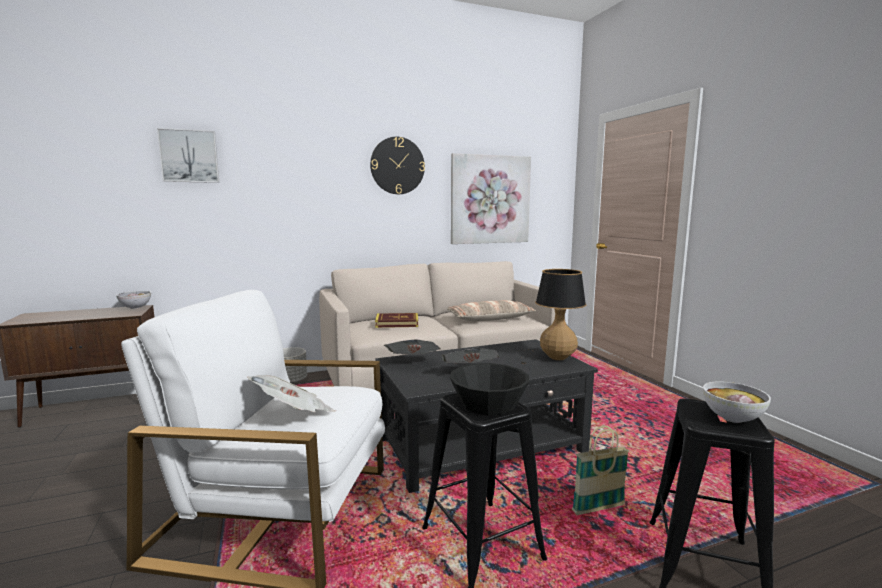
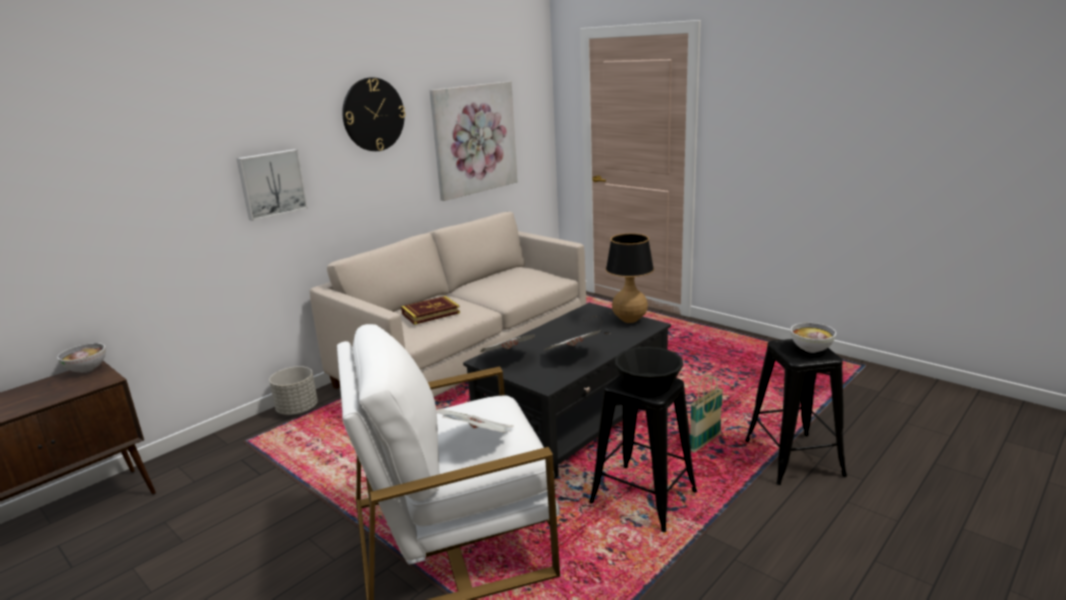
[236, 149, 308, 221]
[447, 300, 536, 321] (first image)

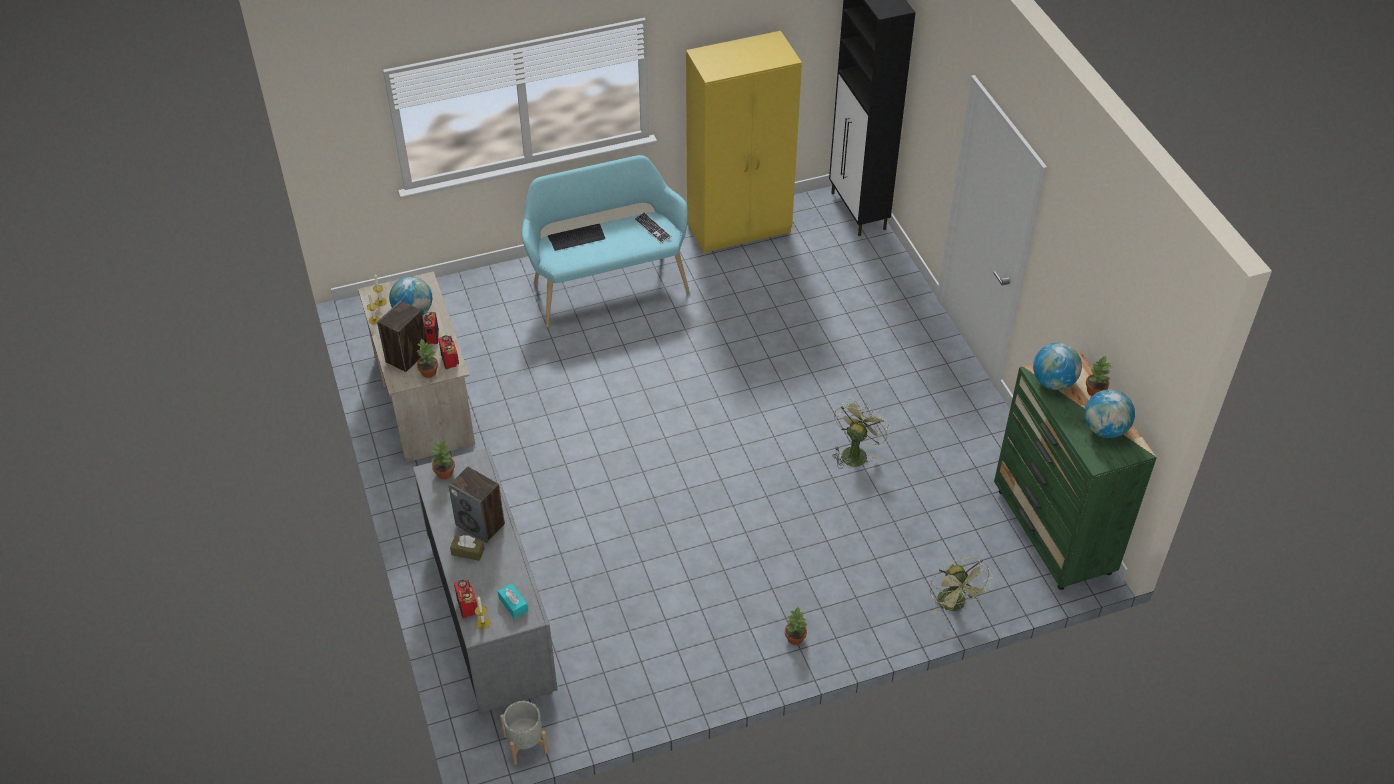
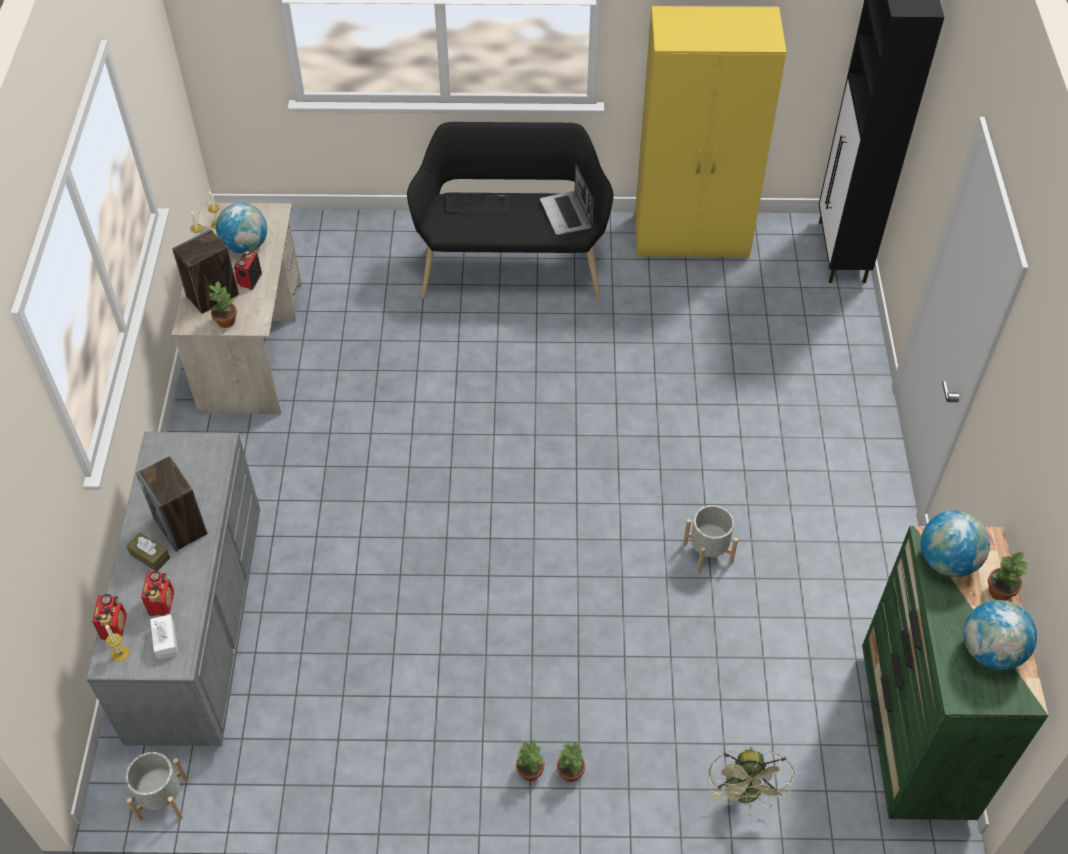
[407, 122, 614, 300]
[540, 165, 594, 235]
[141, 571, 174, 616]
[683, 505, 738, 573]
[557, 742, 585, 782]
[150, 614, 178, 660]

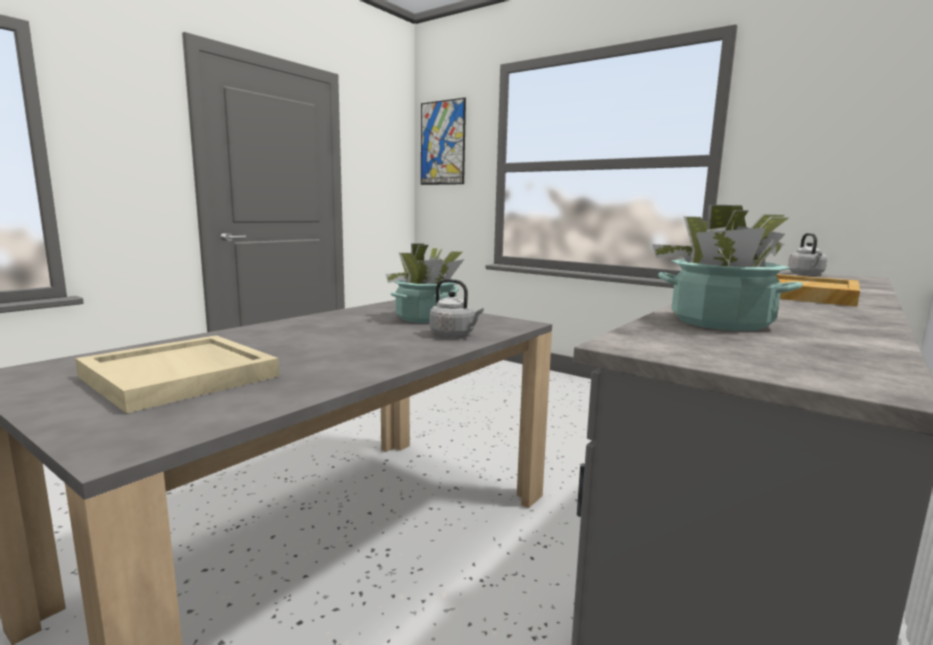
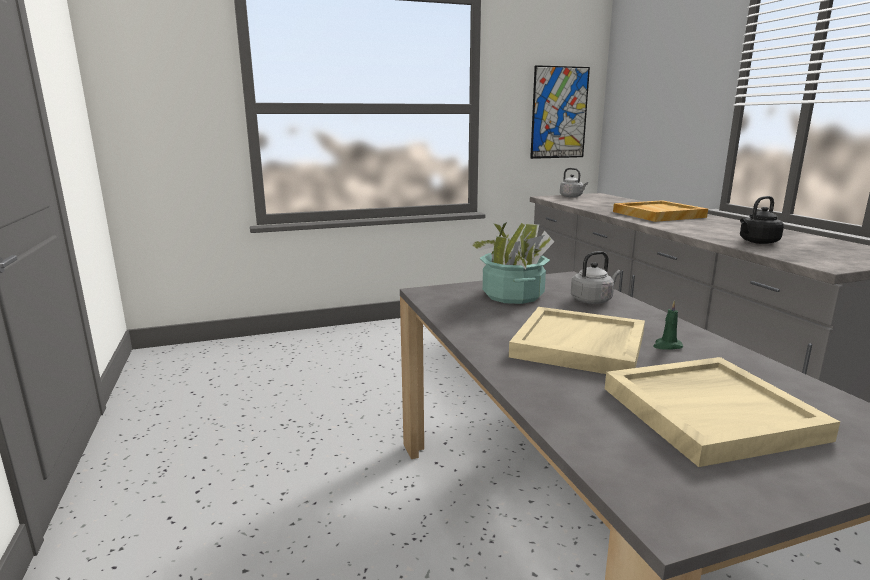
[530, 65, 590, 159]
[740, 196, 784, 244]
[653, 301, 683, 350]
[509, 307, 645, 374]

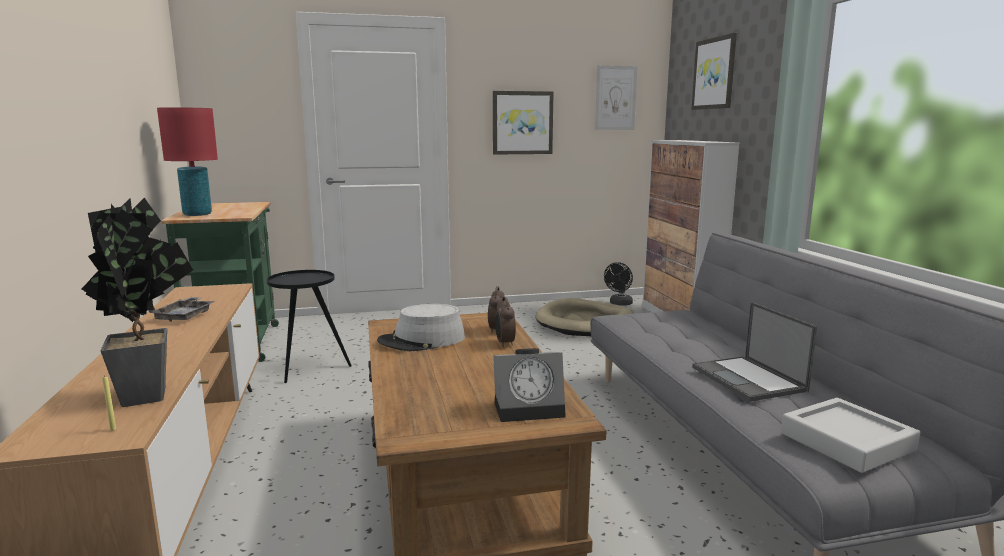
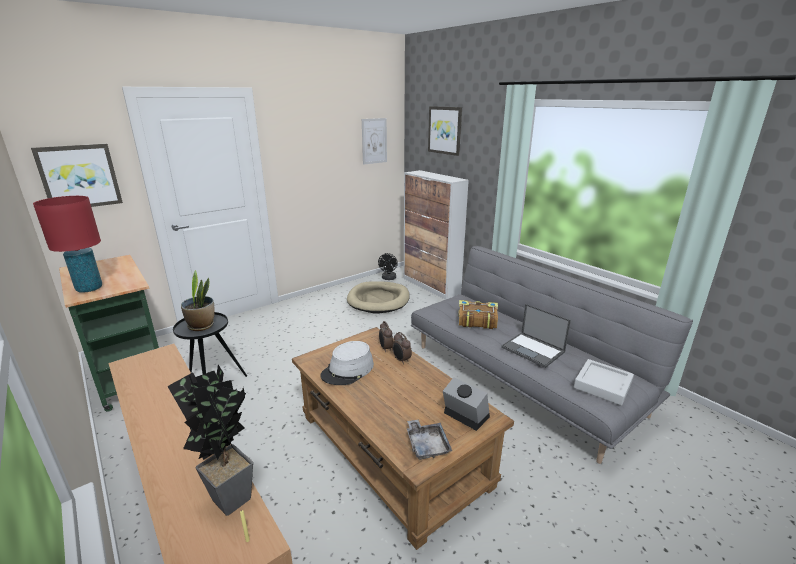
[31, 144, 123, 207]
[407, 419, 452, 460]
[443, 377, 490, 431]
[181, 270, 215, 331]
[458, 300, 498, 329]

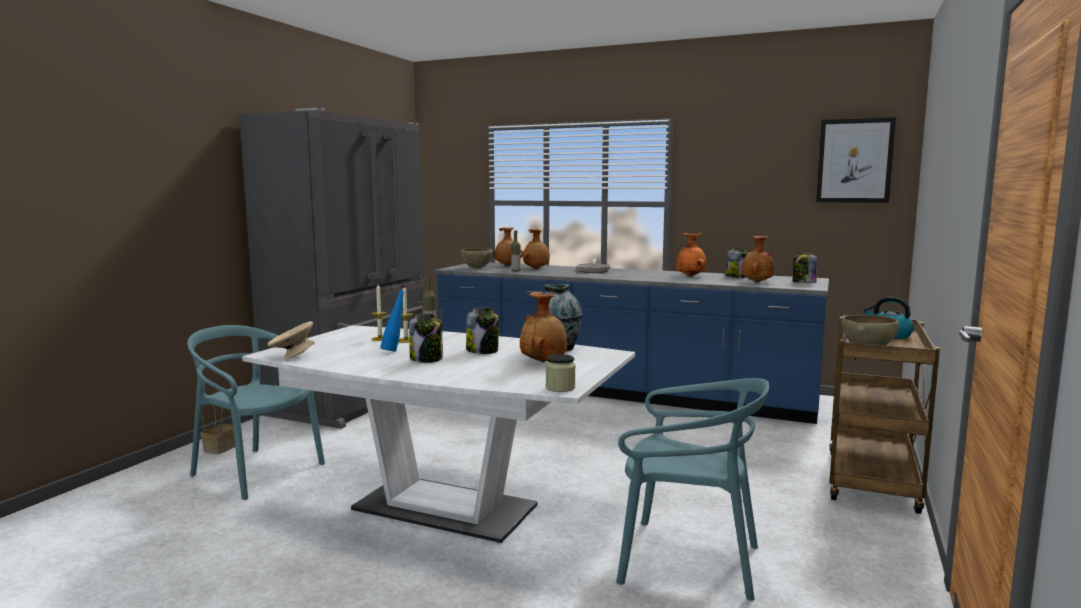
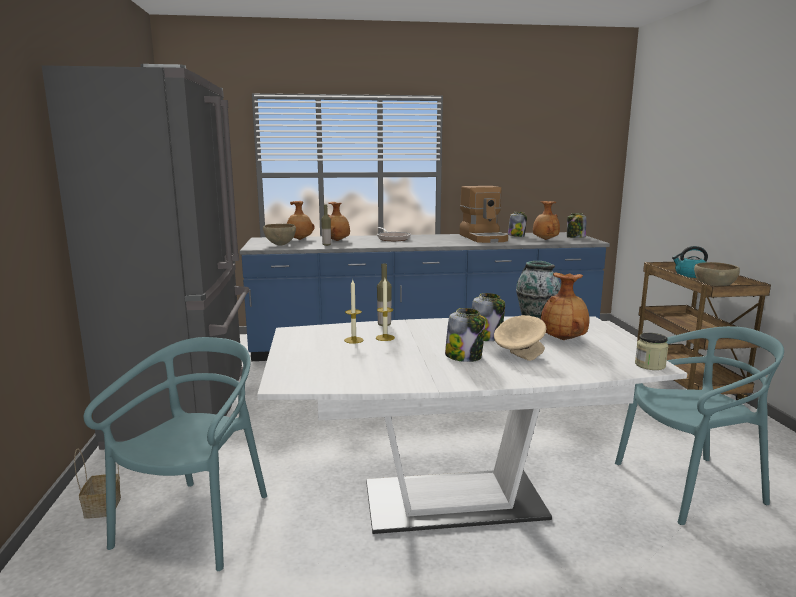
[816, 117, 896, 203] (first image)
[460, 186, 508, 243]
[380, 285, 405, 352] (first image)
[494, 315, 546, 361]
[84, 337, 267, 571]

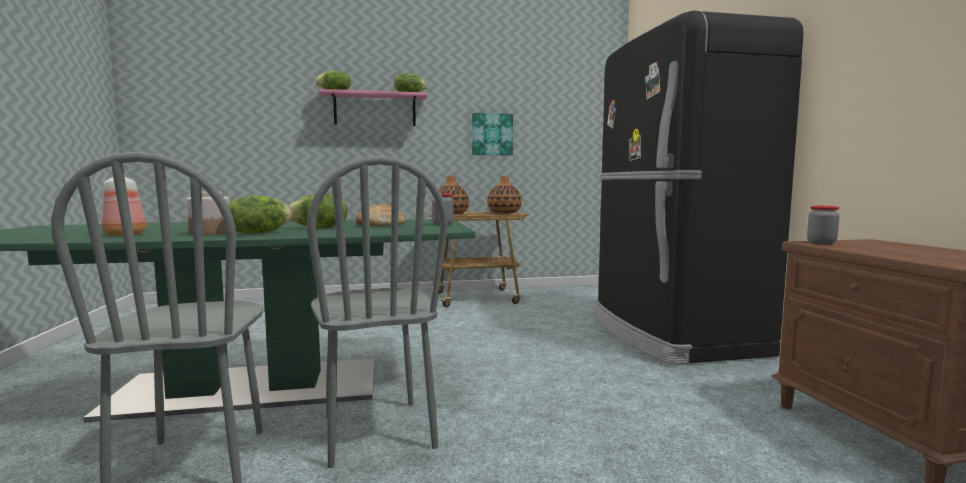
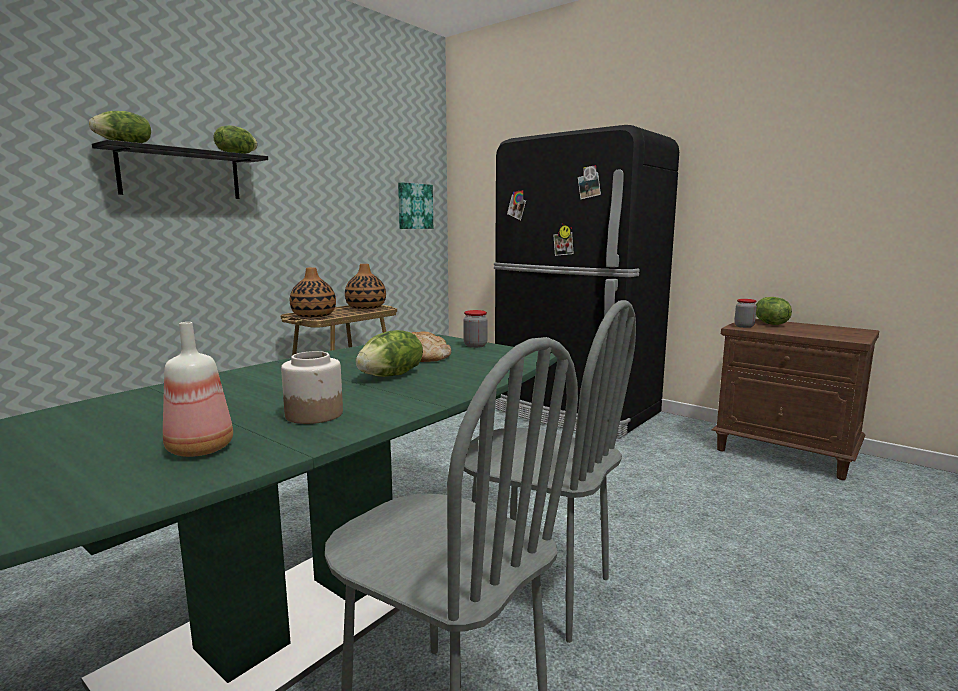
[92, 140, 268, 199]
[398, 182, 433, 229]
[756, 297, 792, 325]

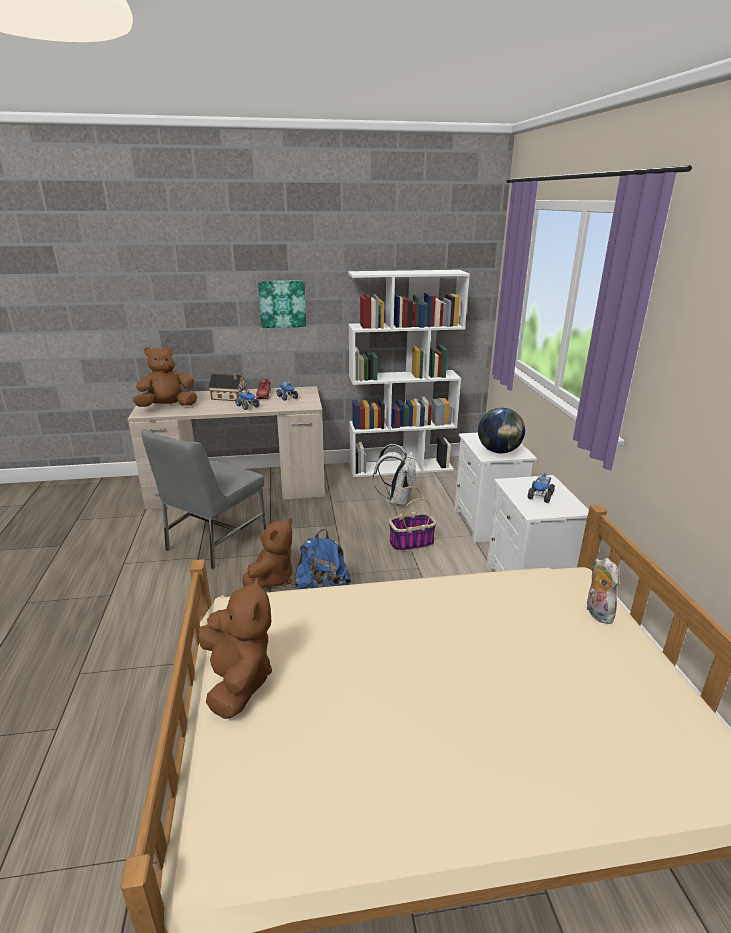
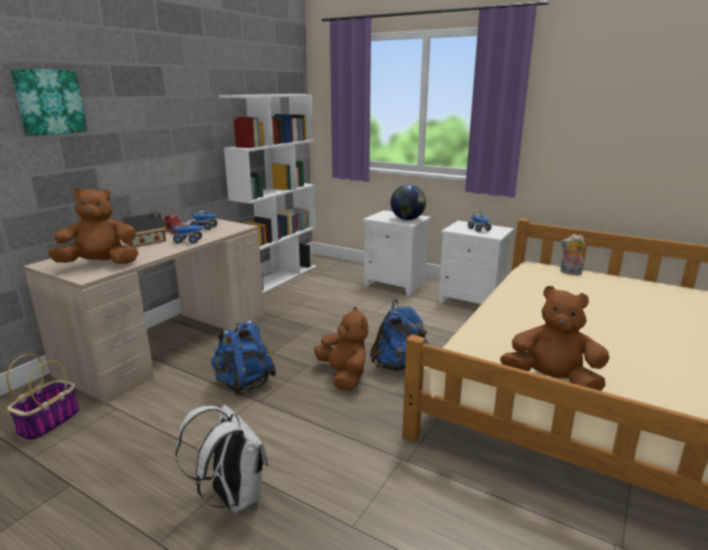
[10, 69, 87, 136]
[49, 188, 139, 264]
[211, 320, 276, 396]
[175, 405, 268, 513]
[6, 354, 80, 442]

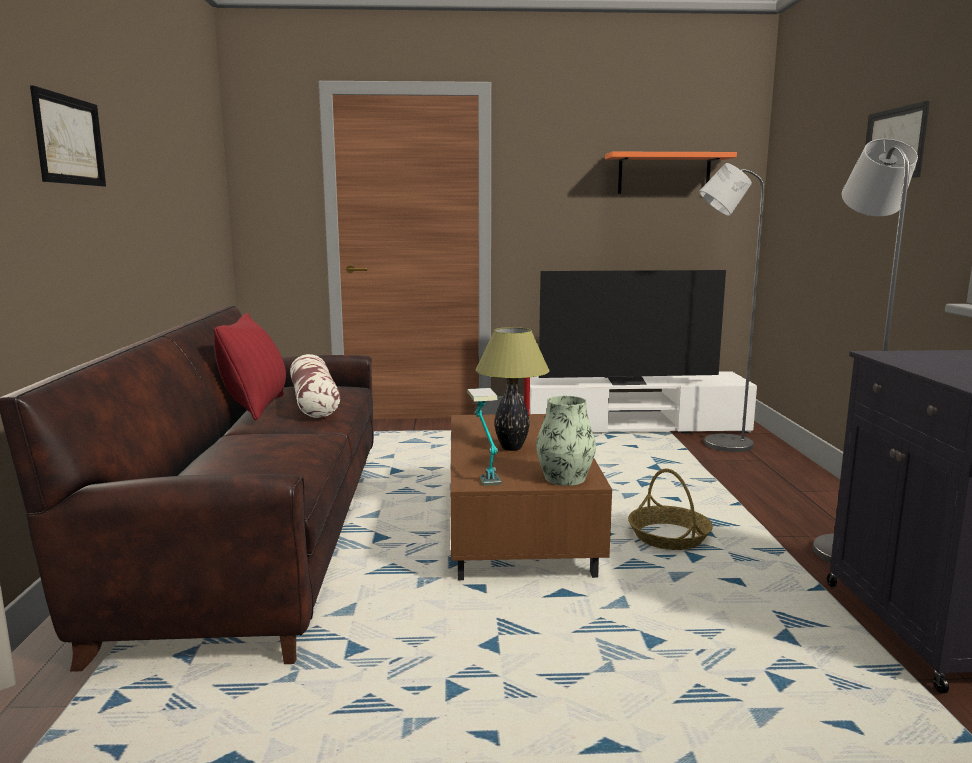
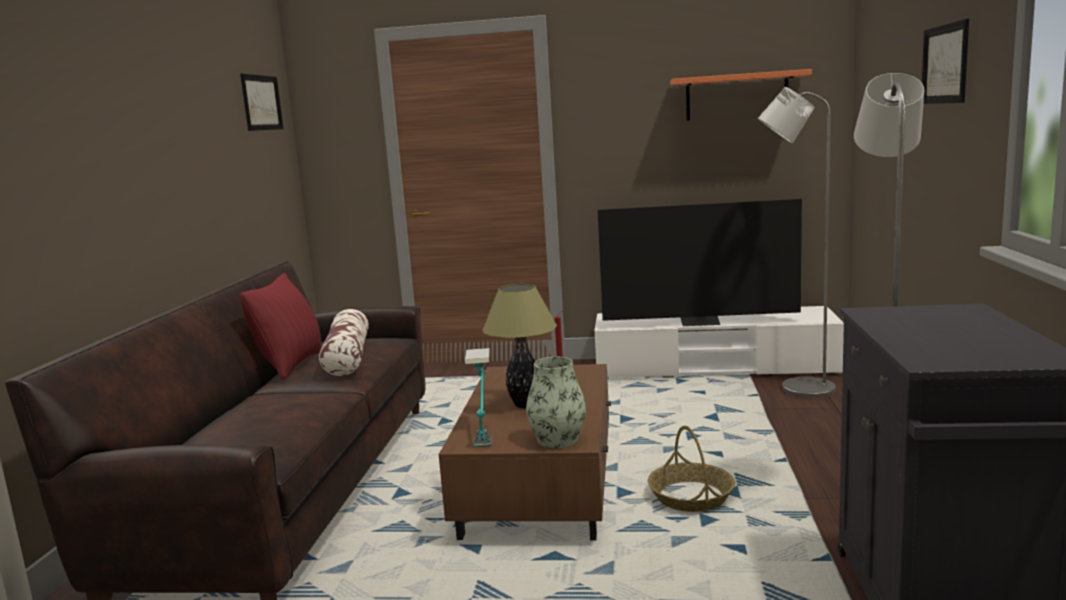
[240, 74, 284, 131]

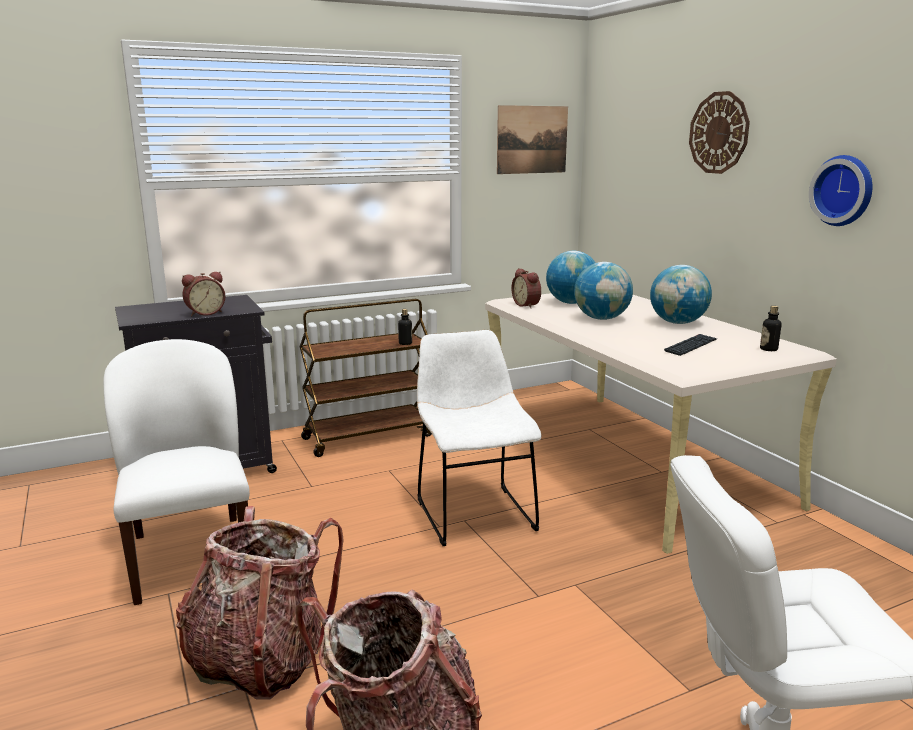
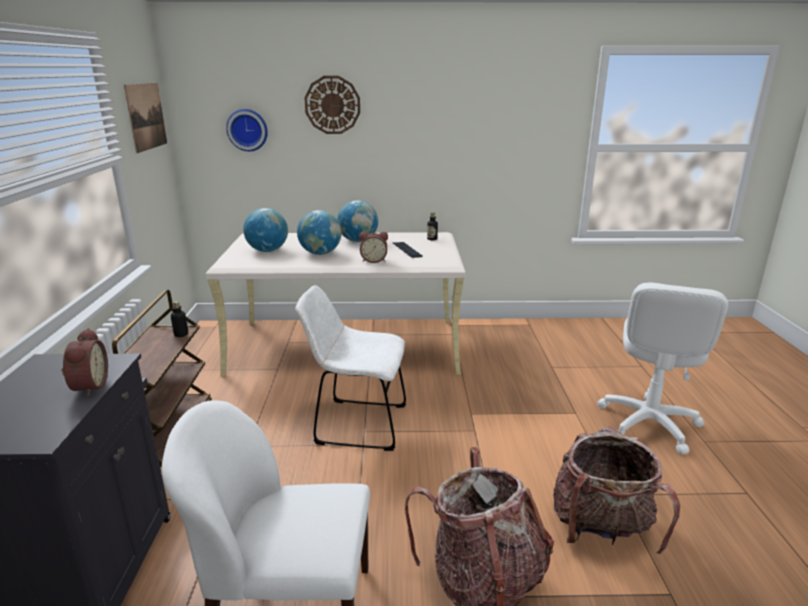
[226, 109, 268, 151]
[359, 232, 388, 263]

